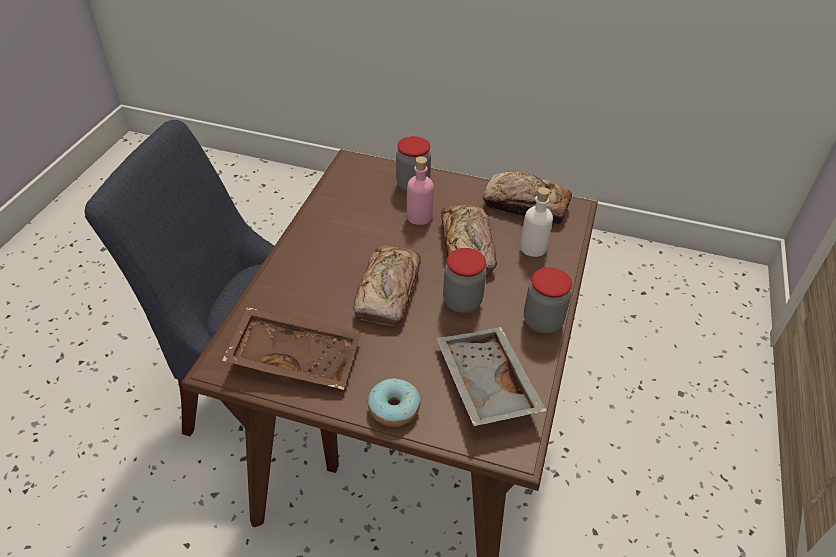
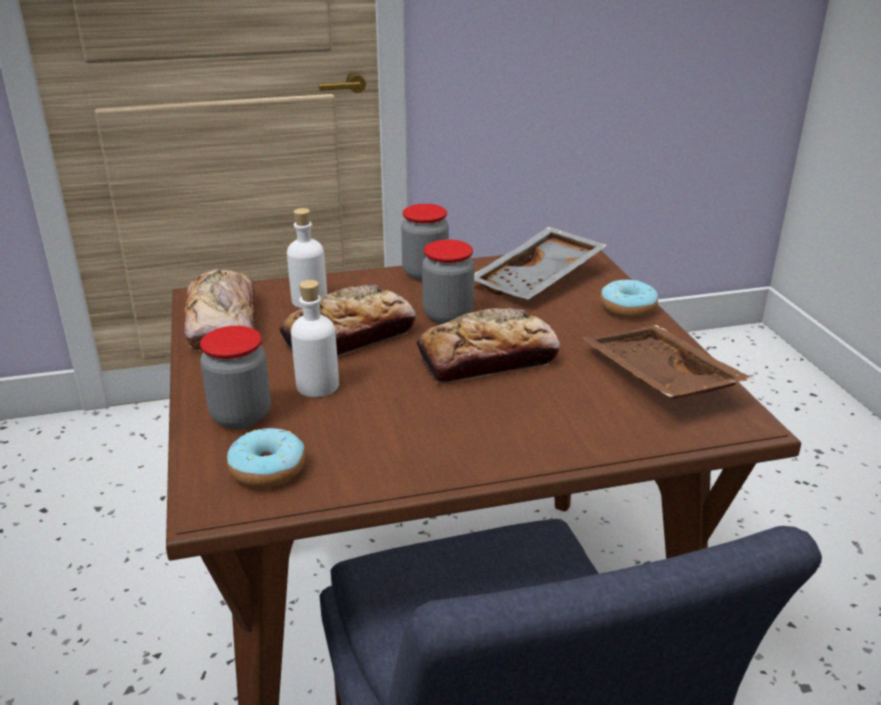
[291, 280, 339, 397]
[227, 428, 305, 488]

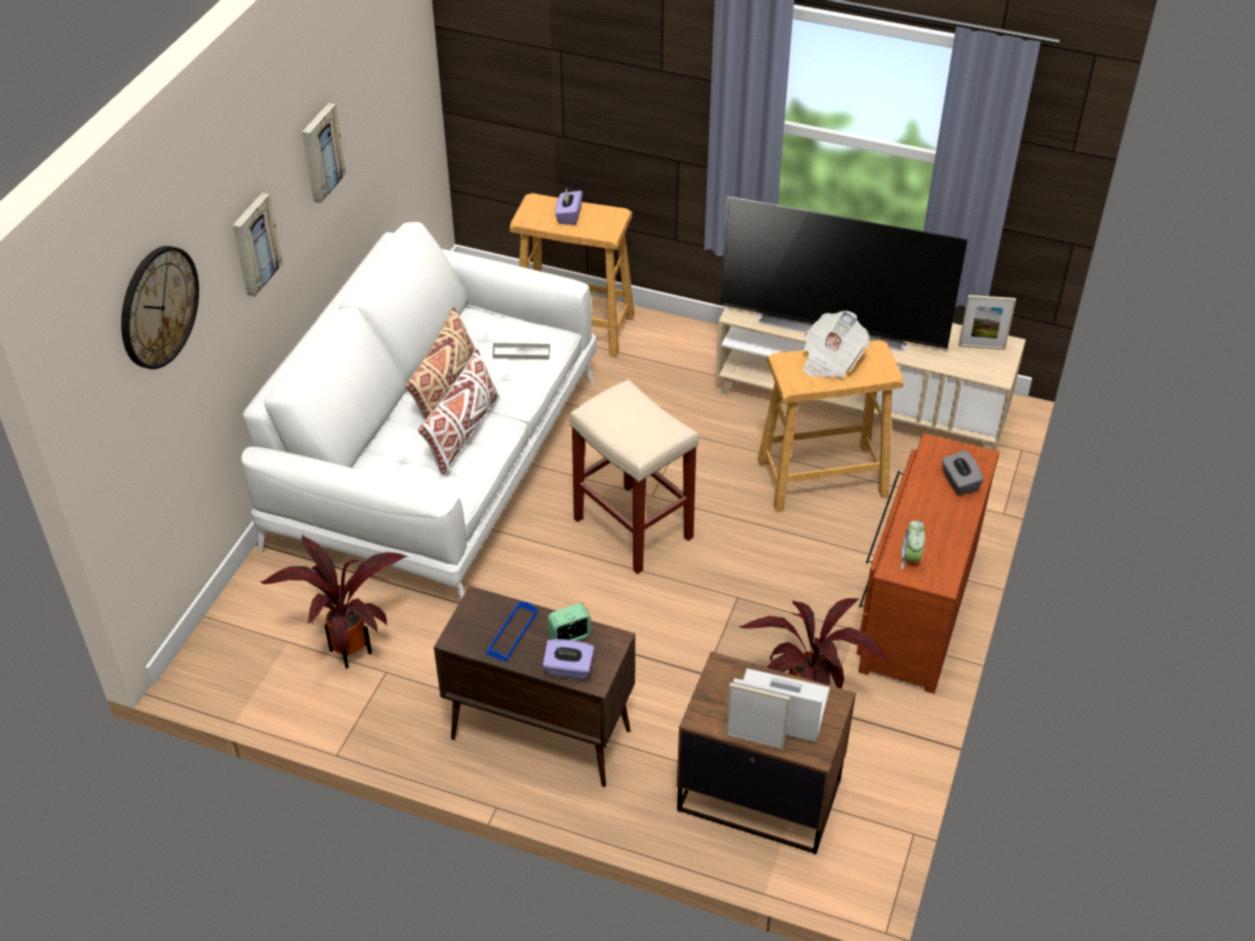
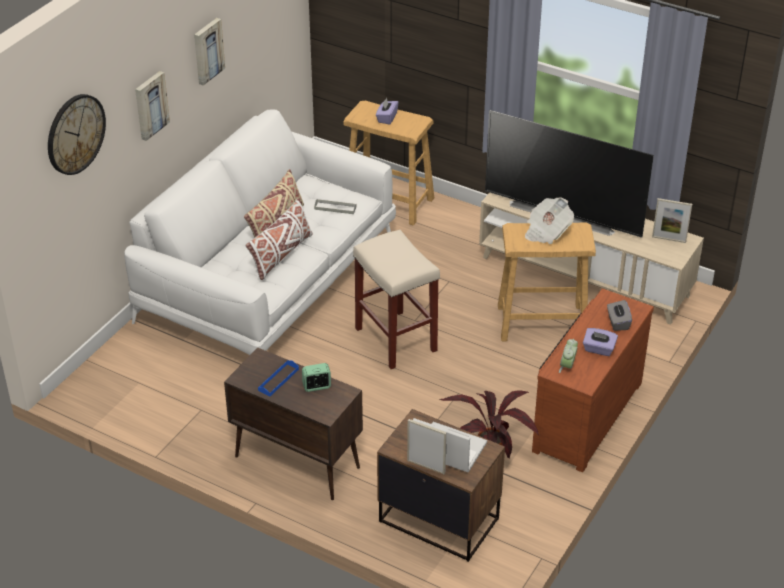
[260, 535, 407, 669] (first image)
[583, 328, 618, 356]

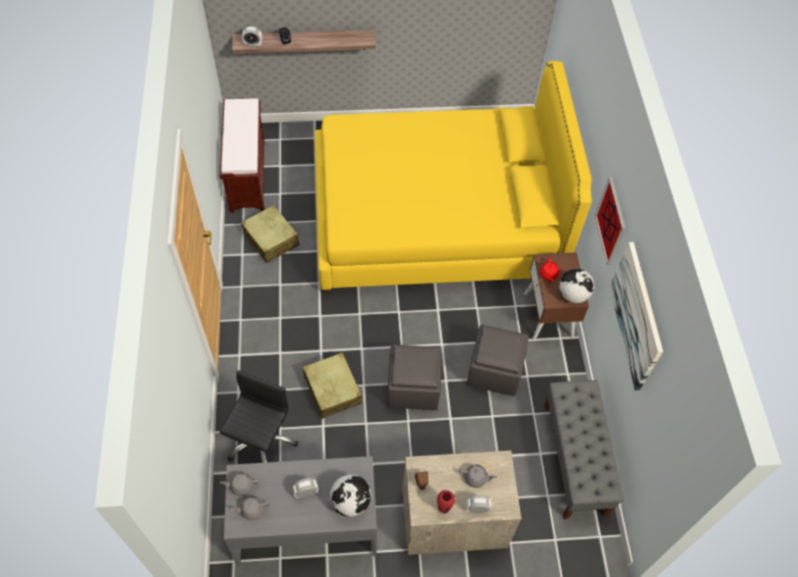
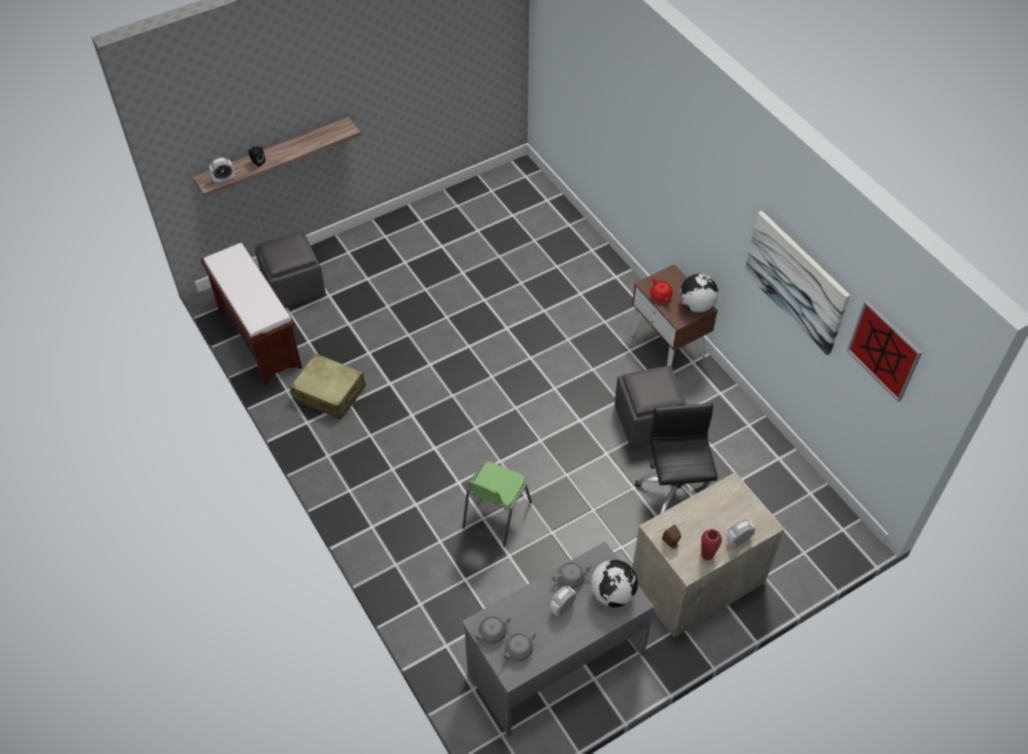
[315, 61, 592, 294] (first image)
[847, 300, 922, 402]
[255, 231, 326, 308]
[462, 462, 532, 547]
[635, 403, 718, 515]
[543, 380, 624, 519] (first image)
[552, 562, 594, 589]

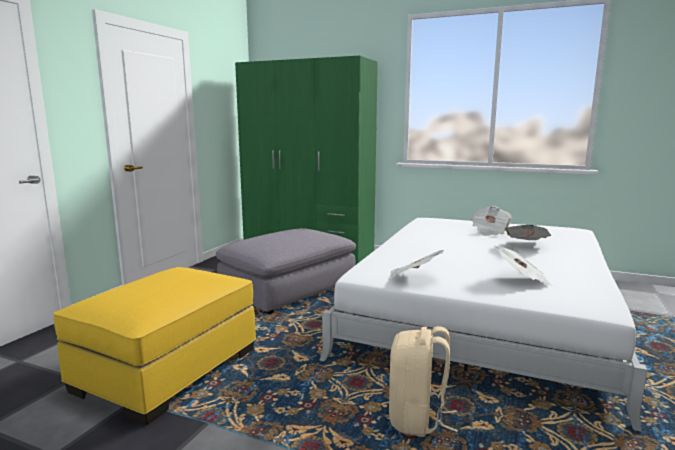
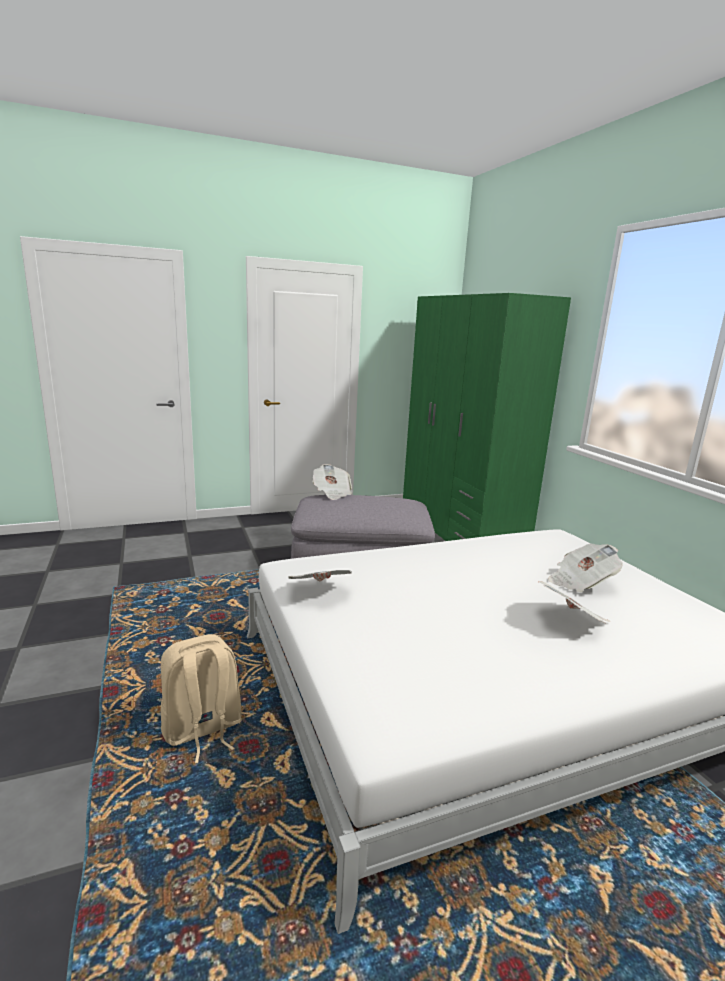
[313, 464, 352, 500]
[53, 267, 256, 425] (first image)

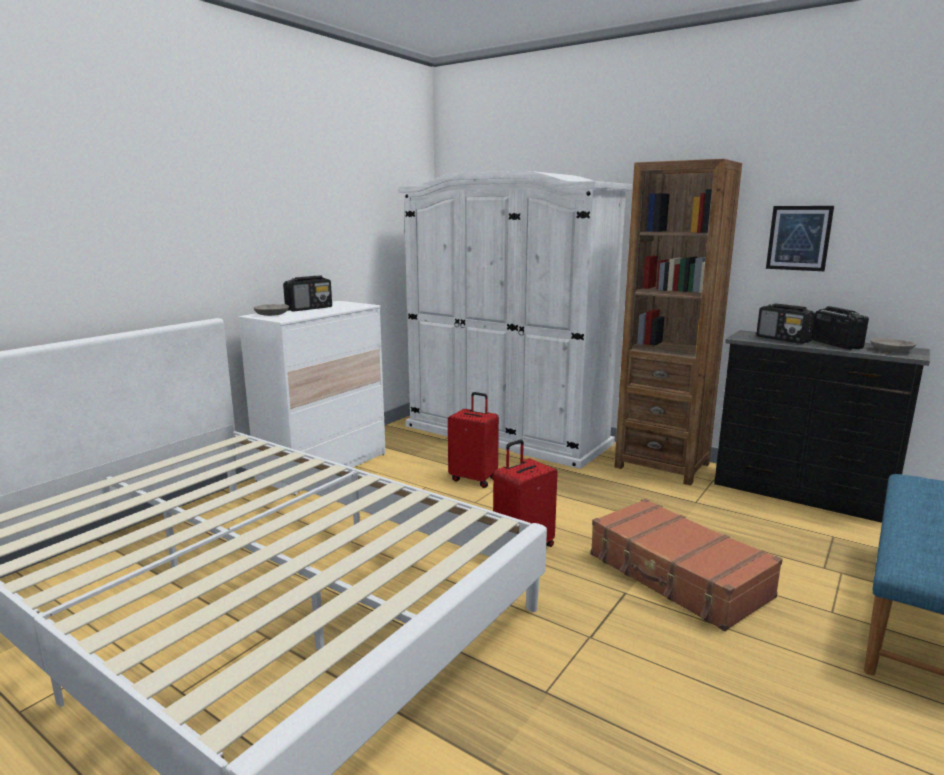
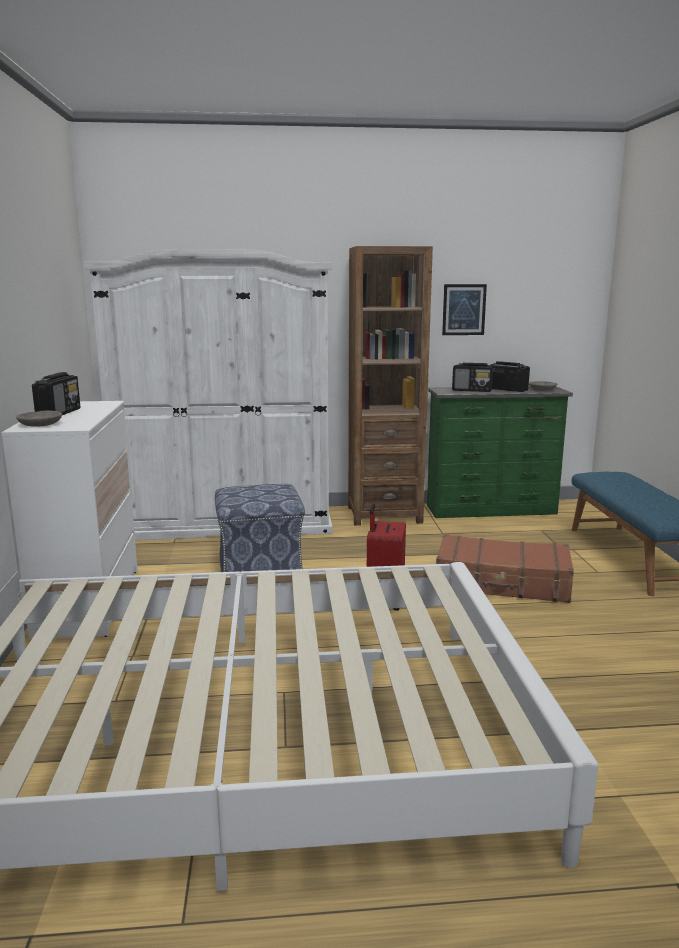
[427, 386, 573, 518]
[215, 484, 305, 572]

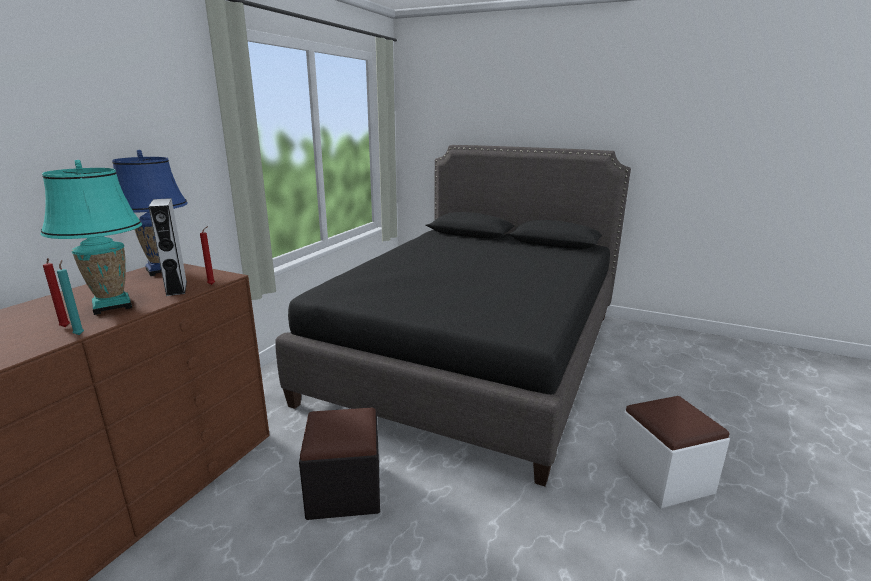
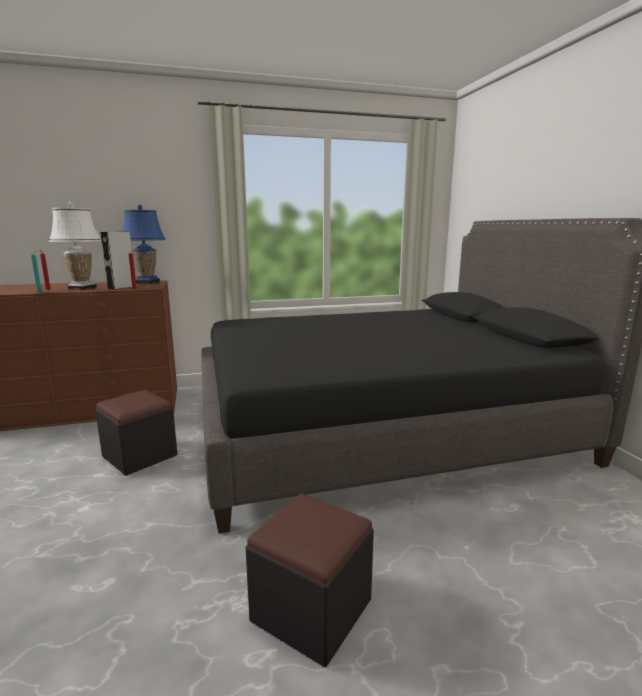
[49, 202, 101, 290]
[246, 494, 374, 667]

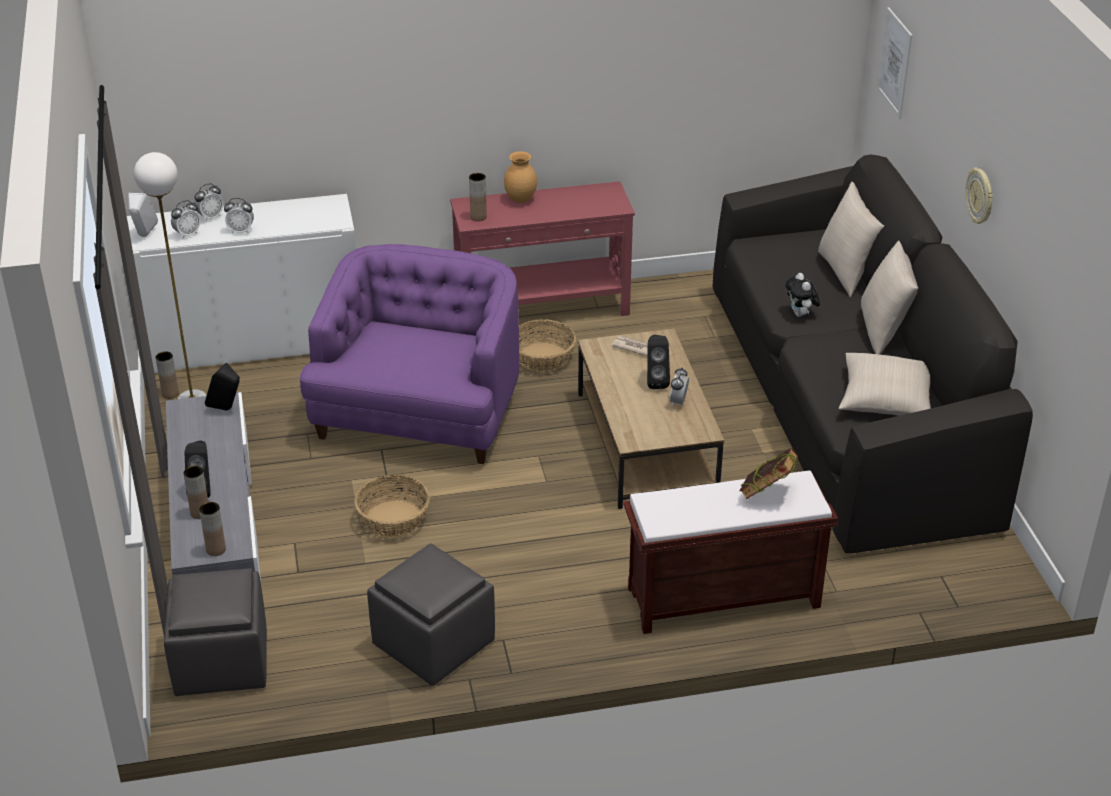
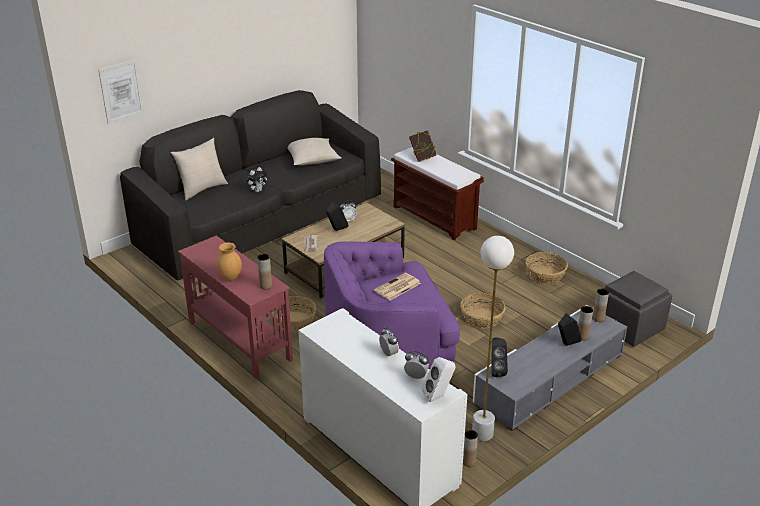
[965, 167, 993, 224] (first image)
[194, 184, 223, 221] (first image)
[861, 240, 918, 354] (first image)
[525, 252, 568, 284]
[374, 273, 421, 300]

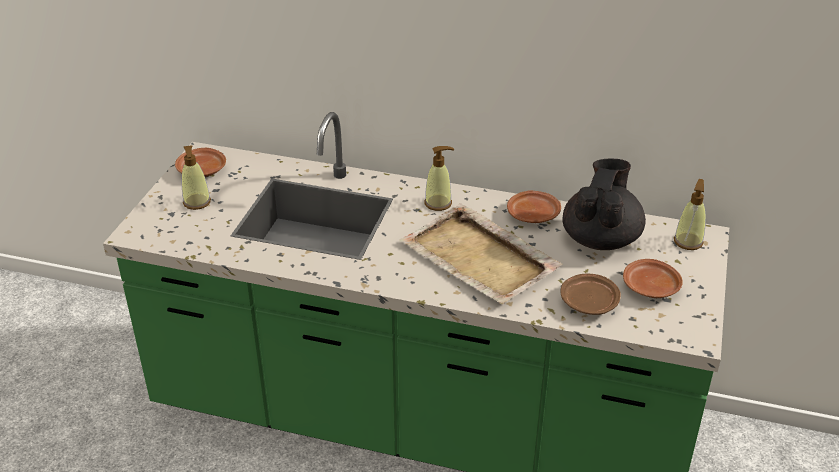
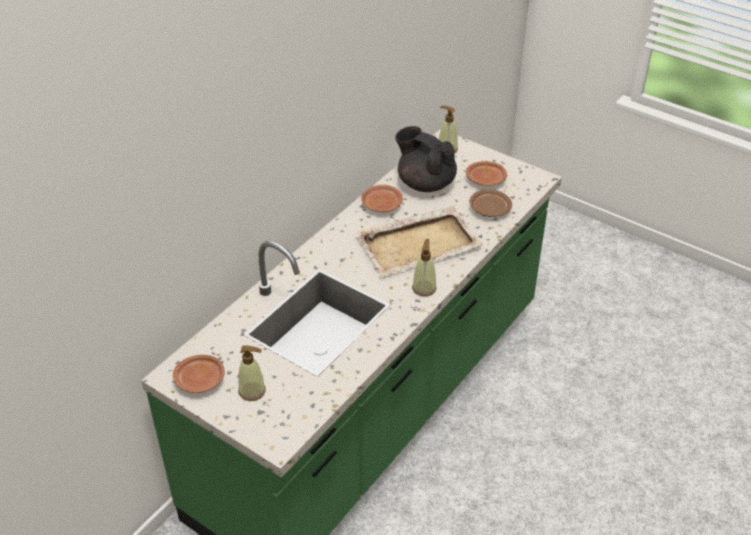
[412, 239, 437, 296]

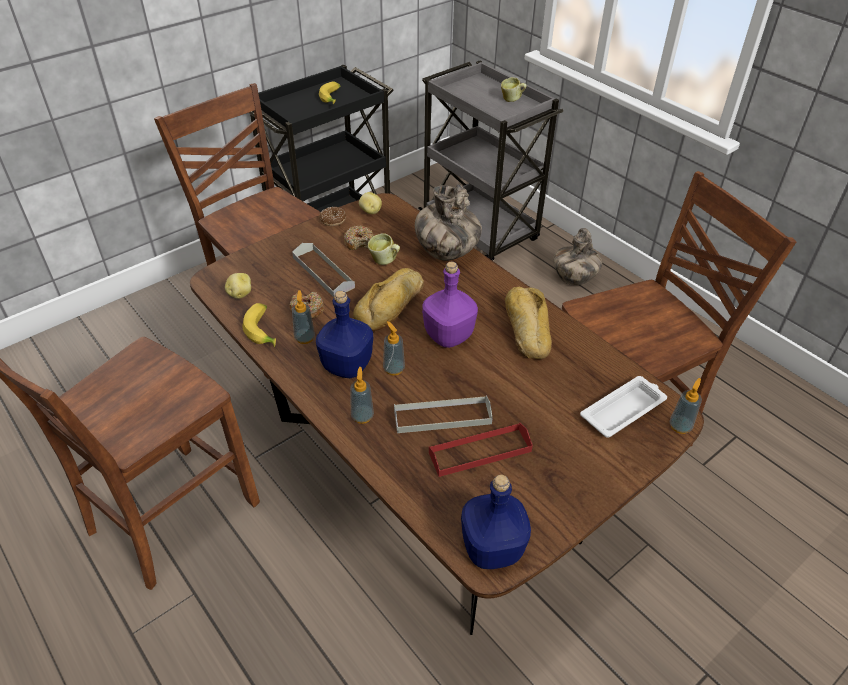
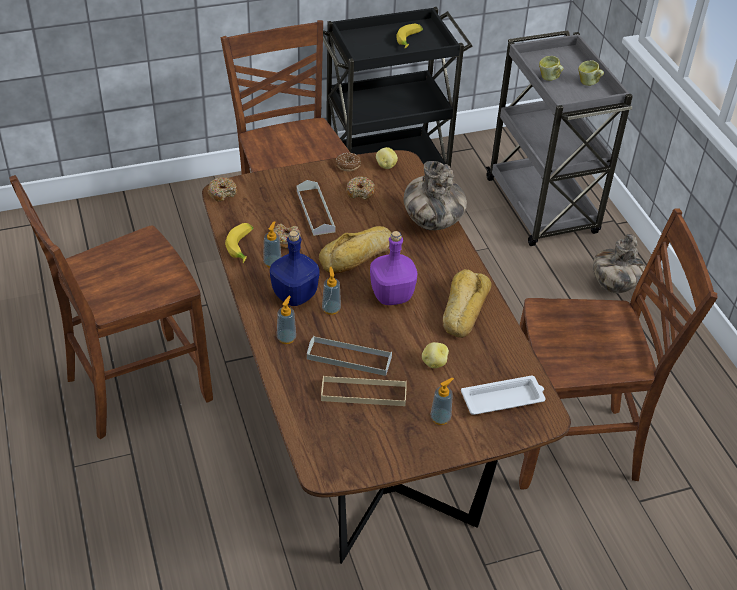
[539, 56, 564, 81]
[422, 342, 449, 368]
[430, 378, 454, 425]
[321, 375, 407, 406]
[461, 475, 531, 569] (first image)
[208, 177, 237, 202]

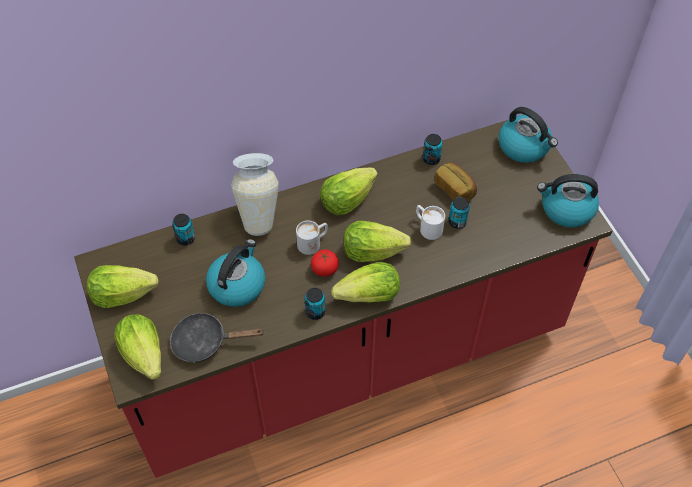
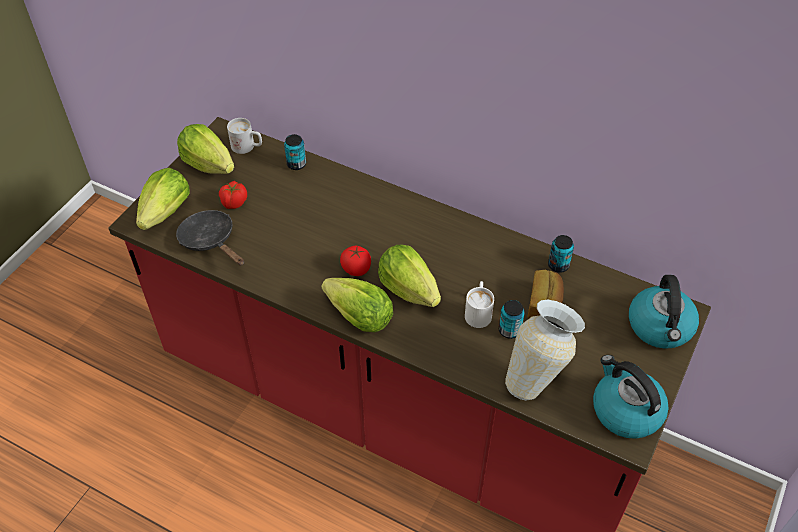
[505, 300, 585, 401]
[320, 168, 378, 215] (first image)
[227, 118, 262, 154]
[206, 239, 265, 307] (first image)
[305, 288, 325, 320] (first image)
[219, 181, 247, 209]

